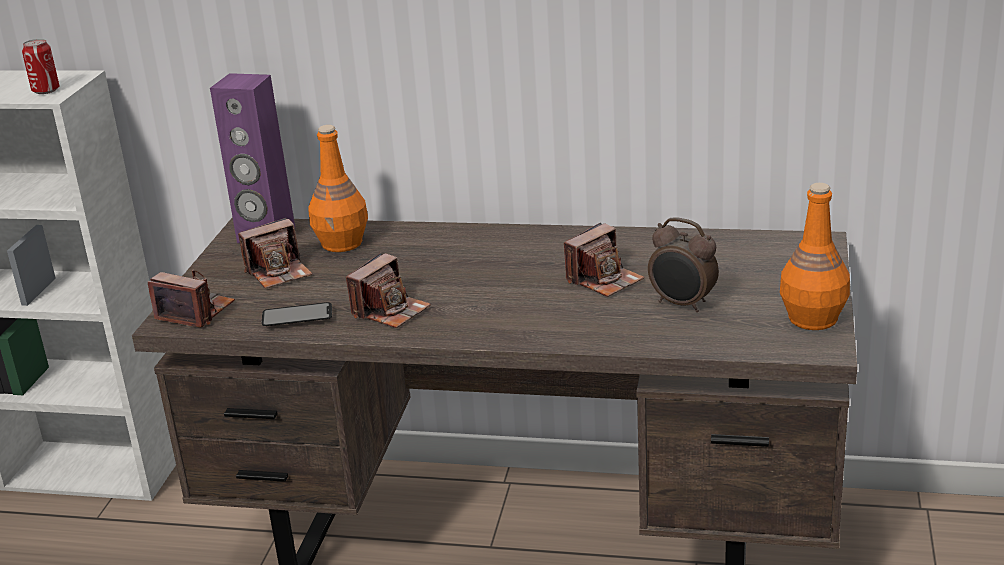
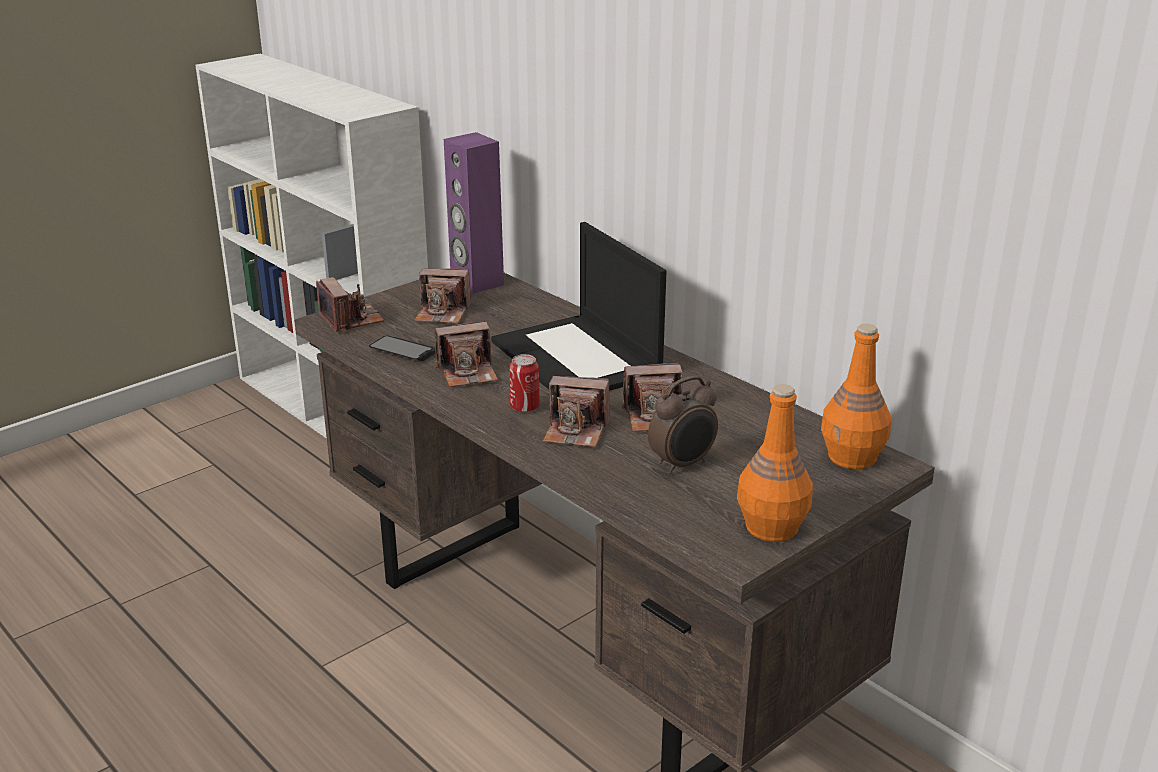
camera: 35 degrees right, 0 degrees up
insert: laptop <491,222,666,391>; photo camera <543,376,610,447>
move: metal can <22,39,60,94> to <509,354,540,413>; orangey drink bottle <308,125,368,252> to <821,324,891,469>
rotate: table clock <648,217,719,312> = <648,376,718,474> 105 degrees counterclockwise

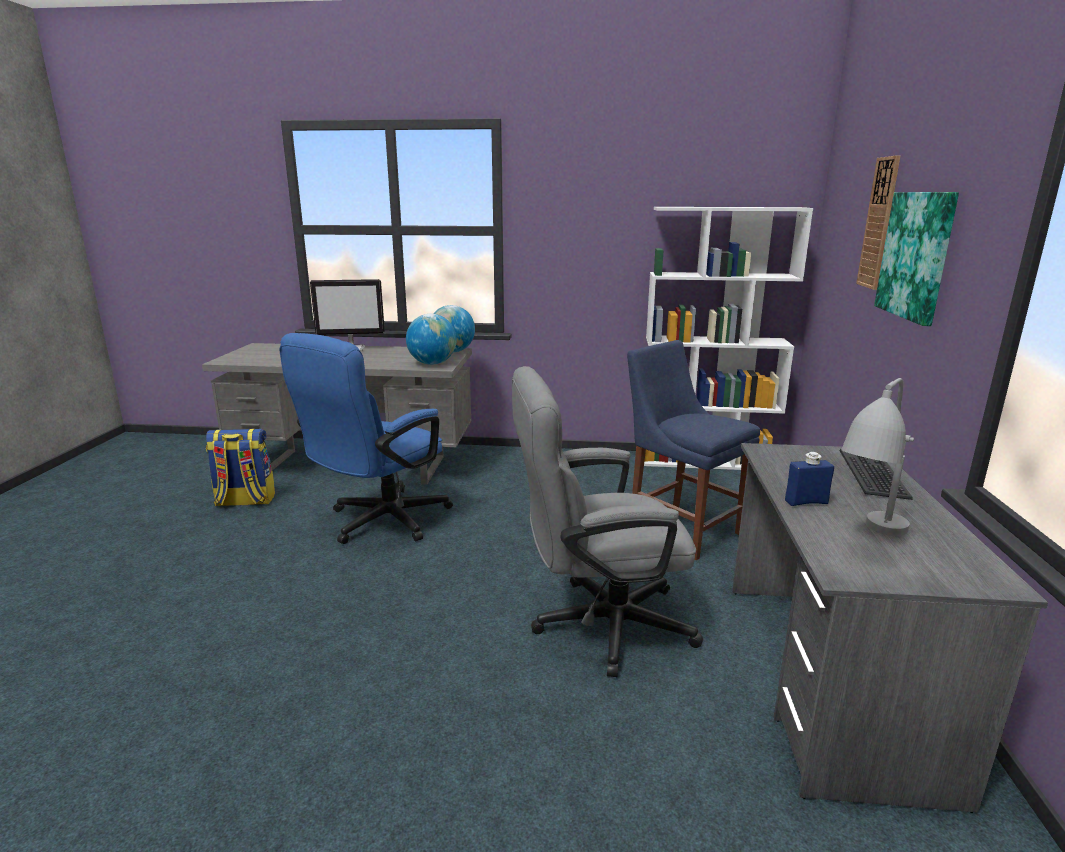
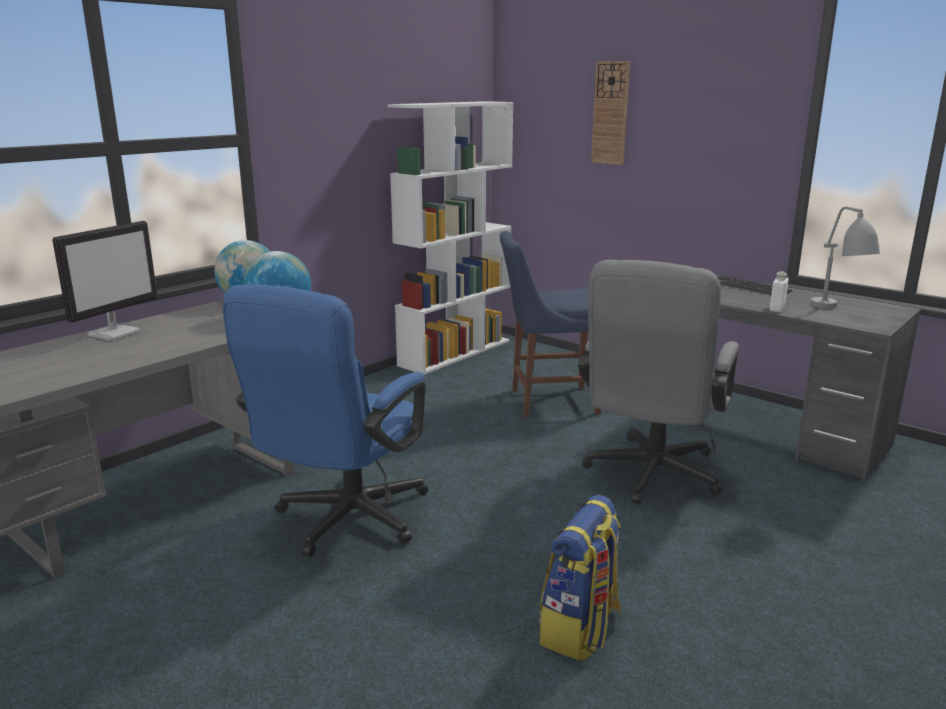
camera: 55 degrees left, 0 degrees up
delete: wall picture <874,192,959,326>
move: backpack <206,429,275,506> to <539,495,622,661>
recolor: blue-coloured drink bottle <785,452,834,506> to whitish drink bottle <770,271,789,312>
rotate: blue-coloured desk chair <280,333,453,544> = <223,284,429,557> 45 degrees clockwise

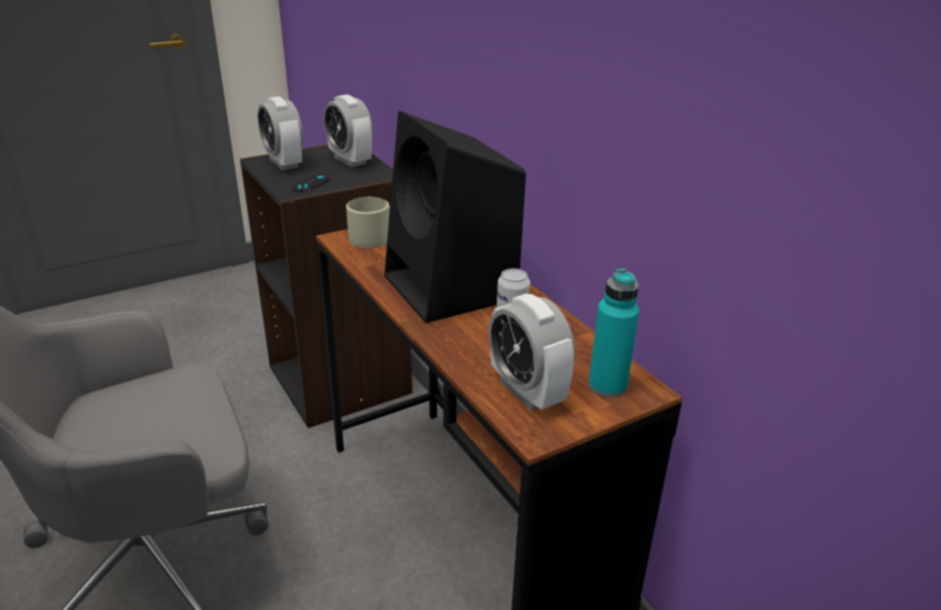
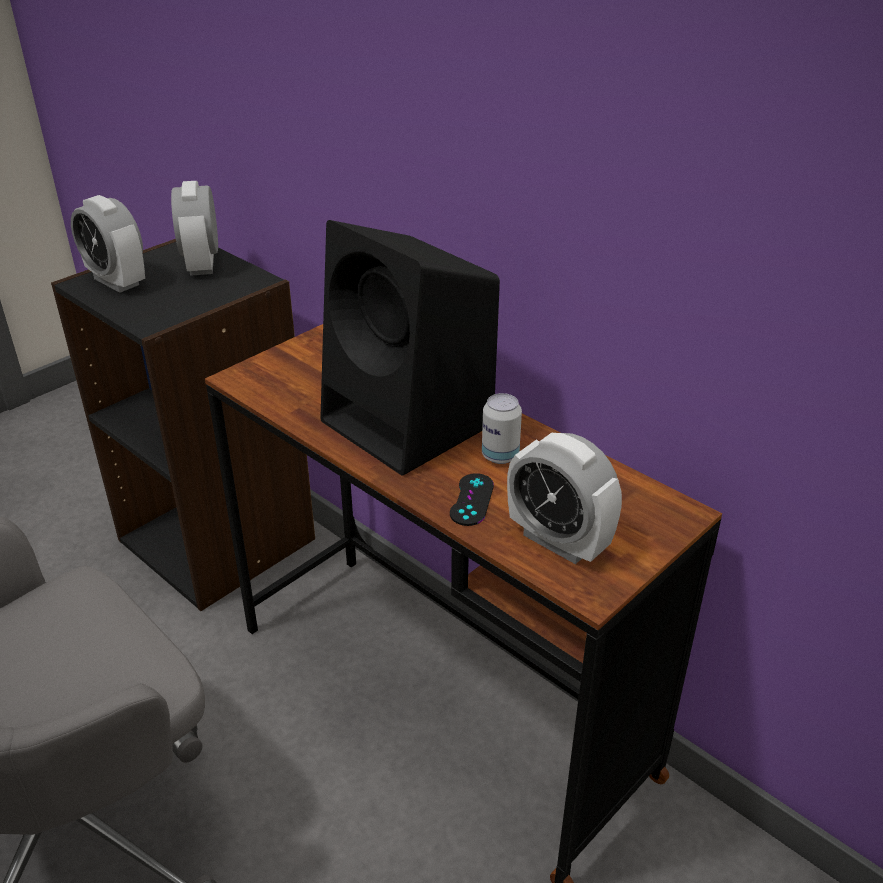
camera: 15 degrees left, 5 degrees up
delete: beige coffee mug <346,197,390,248>; blue-green drink bottle <589,269,639,398>
move: black game controller <292,174,331,192> to <450,473,494,526>
rotate: table clock <323,94,373,167> = <171,181,218,276> 45 degrees clockwise

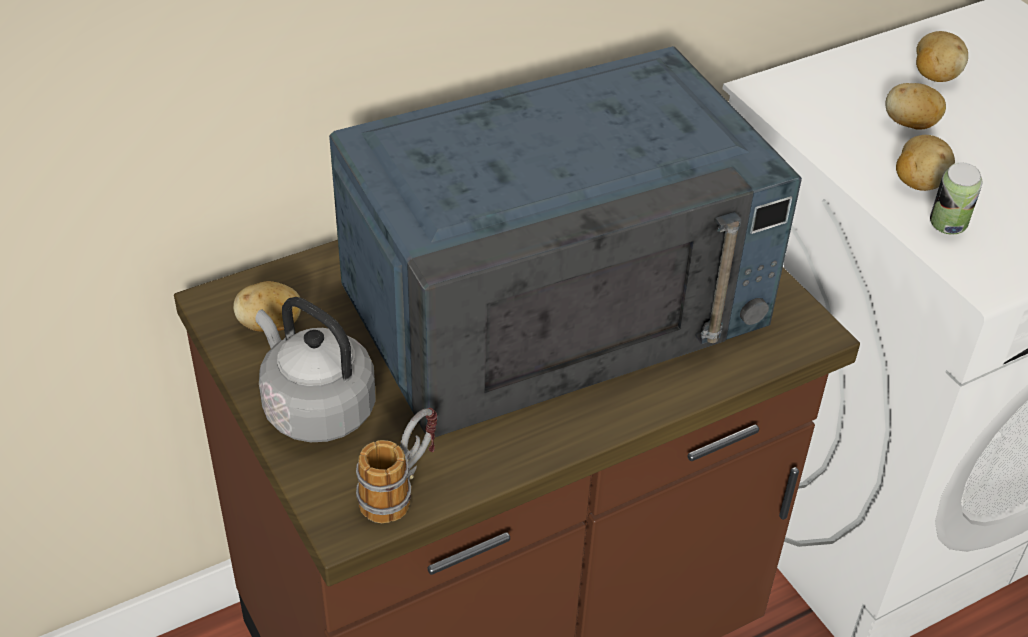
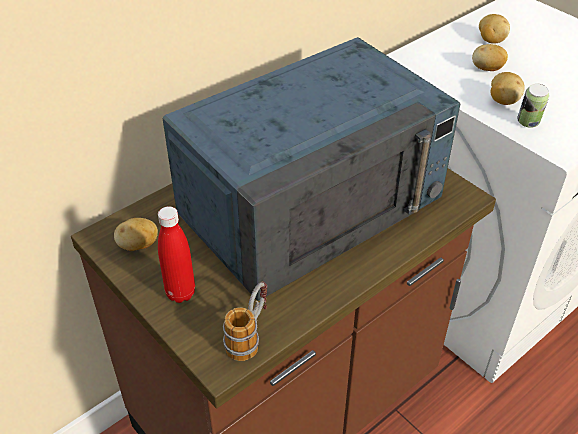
camera: 10 degrees left, 0 degrees up
replace: grey water kettle <255,297,376,442> to red drink bottle <158,206,195,303>

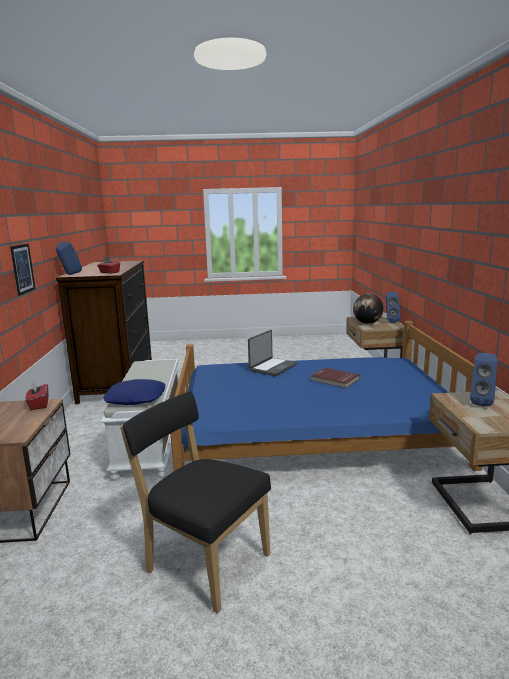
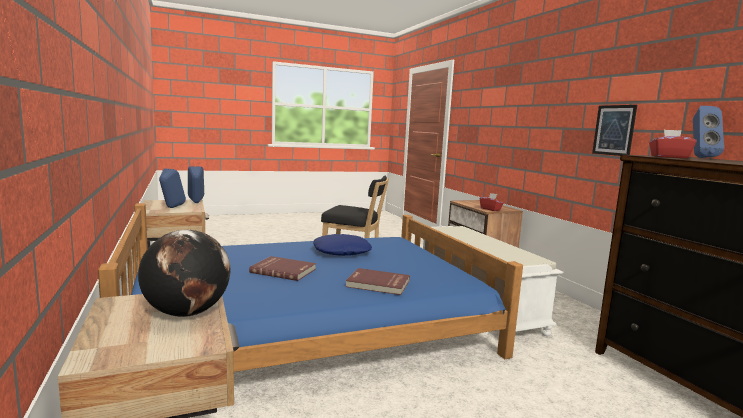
camera: 160 degrees right, 5 degrees down
move: blue-coloured pillow <103,379,165,405> to <313,234,372,256>; blue-coloured loudspeaker <386,292,400,323> to <188,166,204,203>
replace: laptop <248,330,297,376> to red book <345,268,410,295>

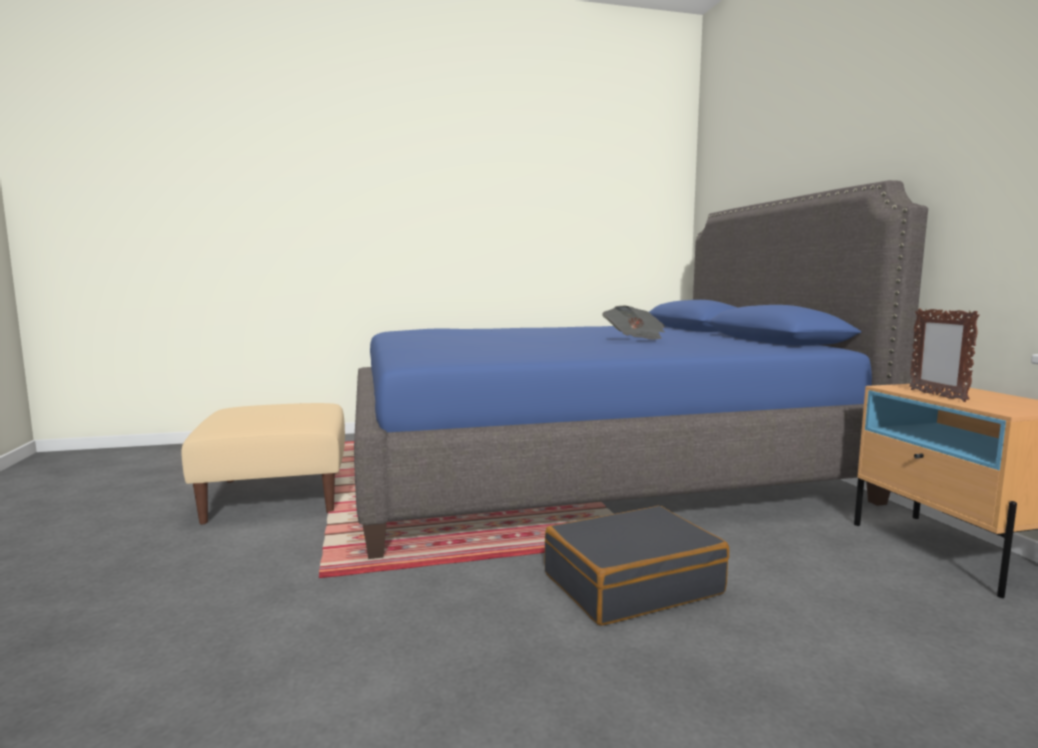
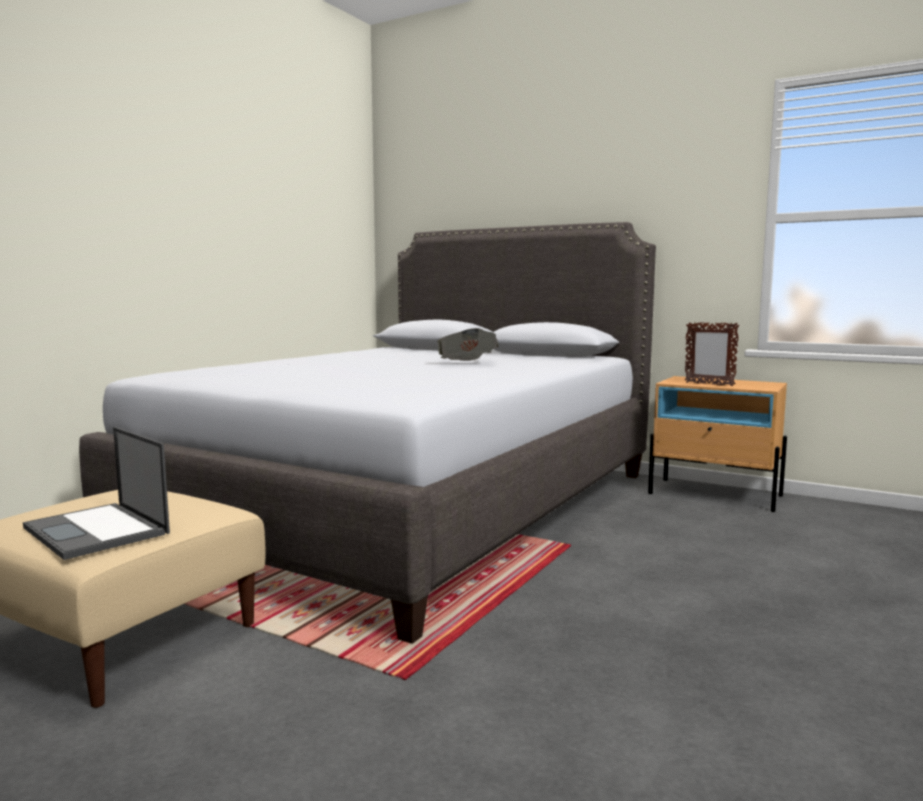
camera: 45 degrees left, 0 degrees up
delete: black piece of luggage <544,506,729,626>
insert: laptop <23,427,170,560>
recolor: blue-coloured bed <354,180,928,559> to grey bed <79,222,656,644>

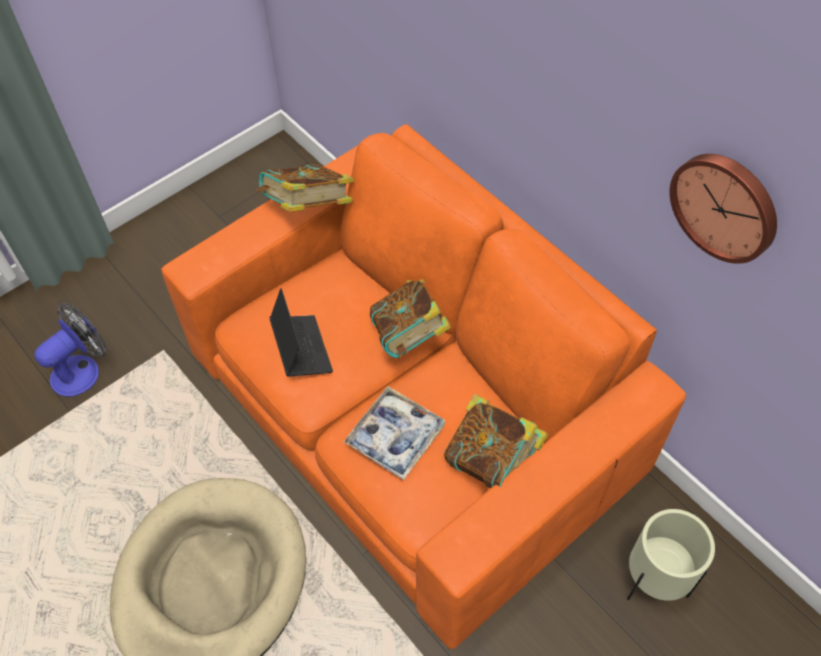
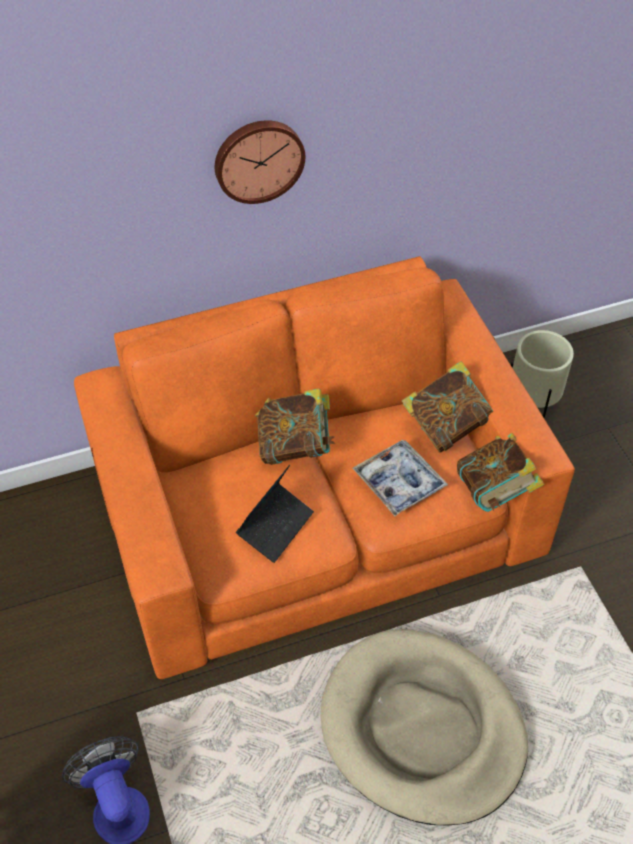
camera: 70 degrees left, 5 degrees down
move: book <256,164,354,212> to <457,433,544,512>; hanging clock <669,154,777,264> to <215,120,305,204>
rotate: laptop <269,288,333,377> = <236,465,314,563> 120 degrees clockwise

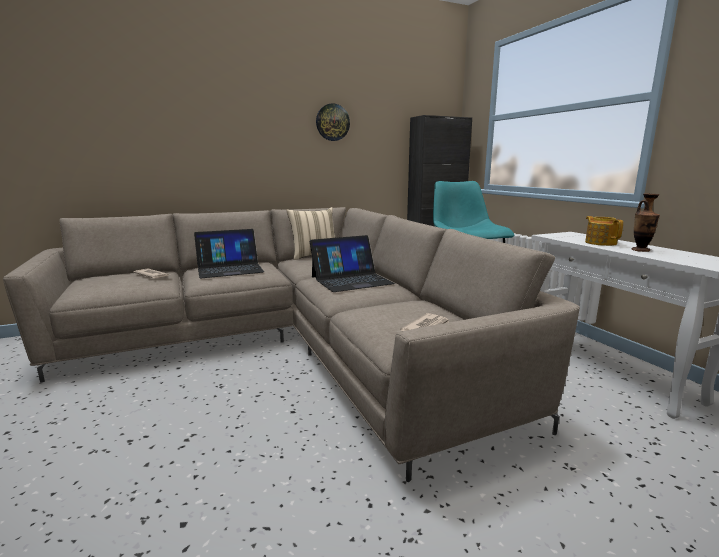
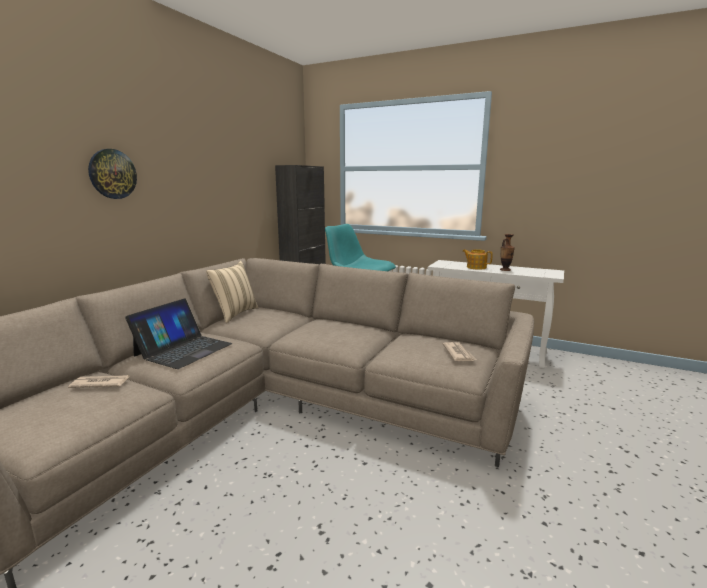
camera: 40 degrees left, 0 degrees up
delete: laptop <310,235,395,292>
move: hanging clock <316,103,350,141> to <88,149,137,199>

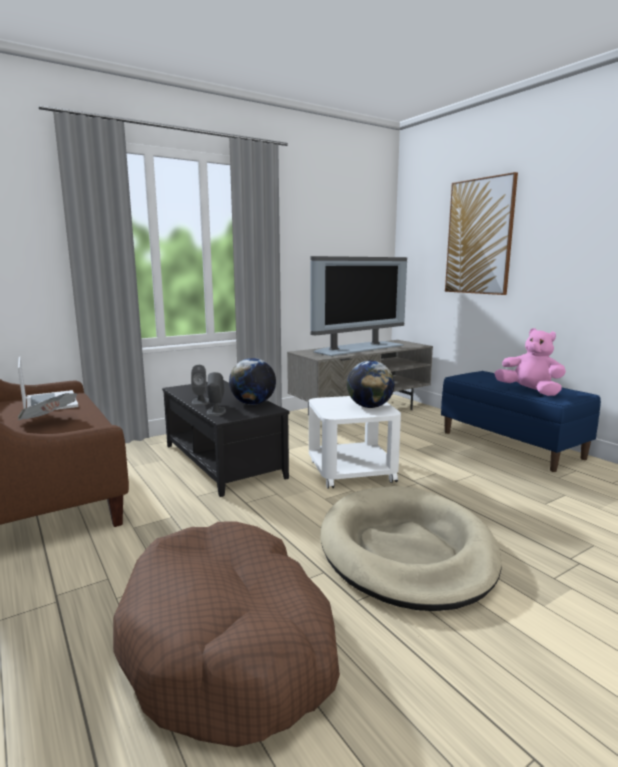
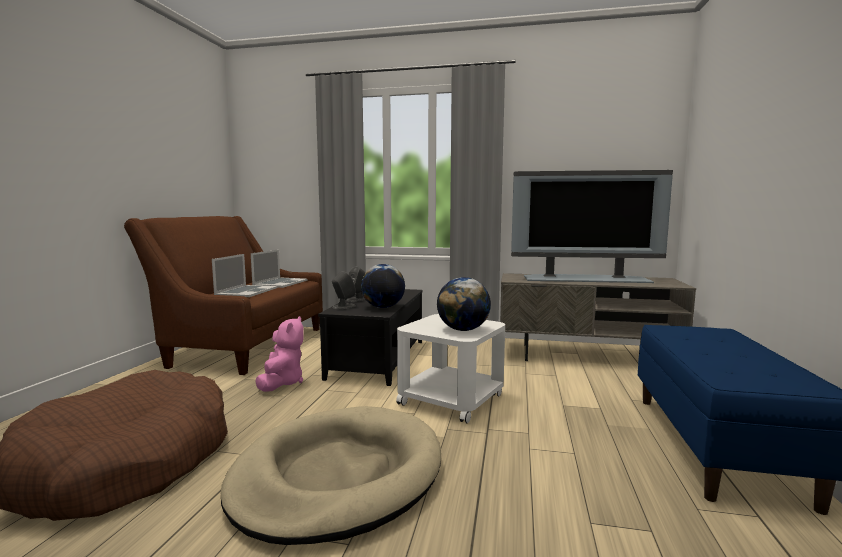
camera: 45 degrees right, 5 degrees down
delete: wall picture <445,172,518,295>
move: pink-coloured soft toy <494,328,566,396> to <255,316,303,392>
replace: daily paper <18,393,77,420> to laptop <212,254,277,297>

